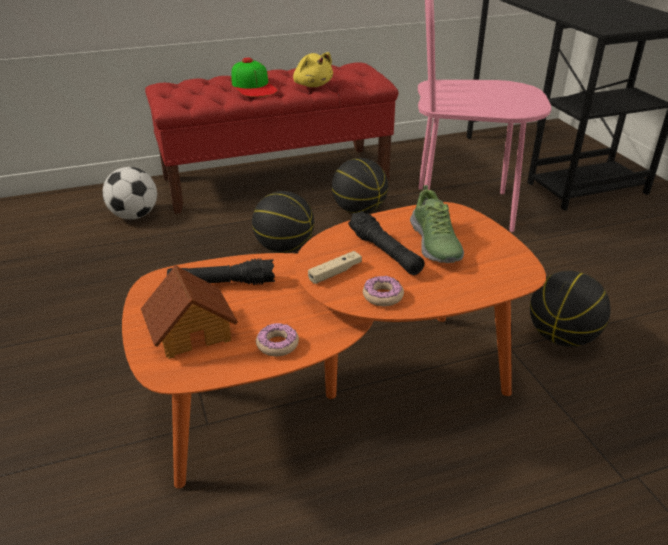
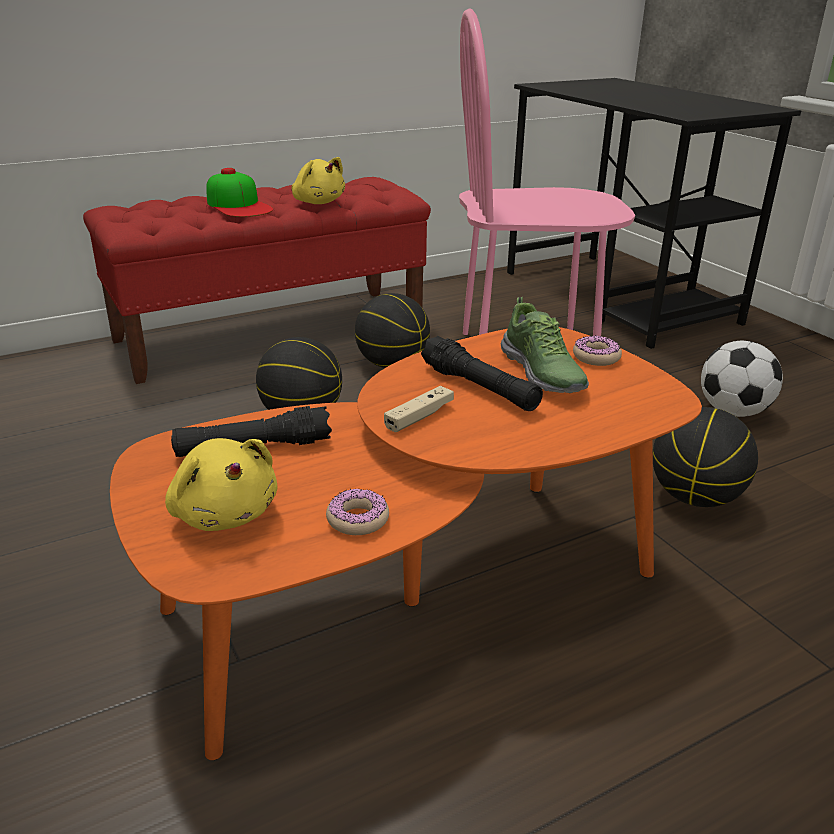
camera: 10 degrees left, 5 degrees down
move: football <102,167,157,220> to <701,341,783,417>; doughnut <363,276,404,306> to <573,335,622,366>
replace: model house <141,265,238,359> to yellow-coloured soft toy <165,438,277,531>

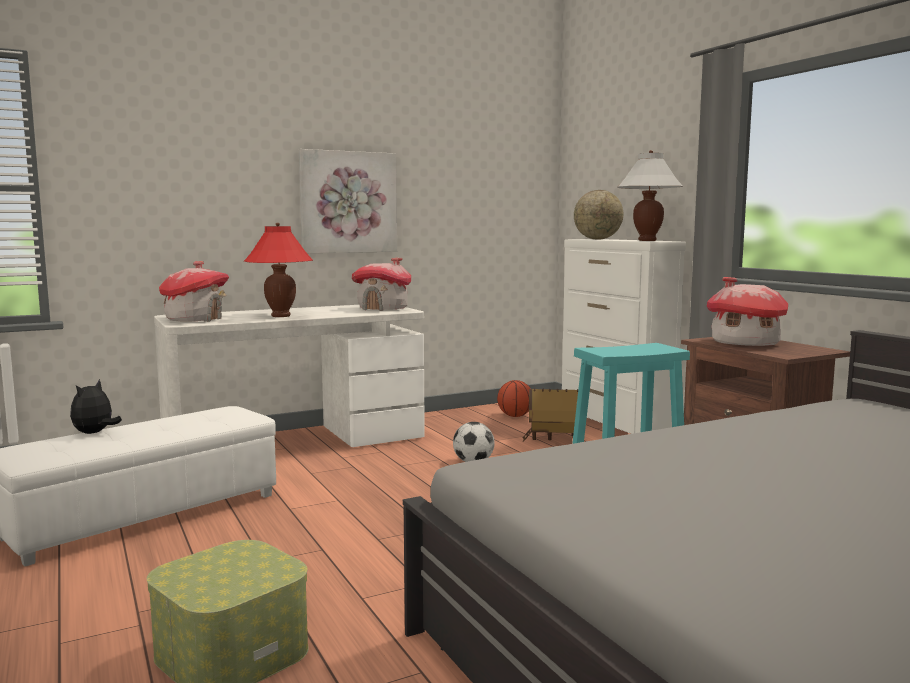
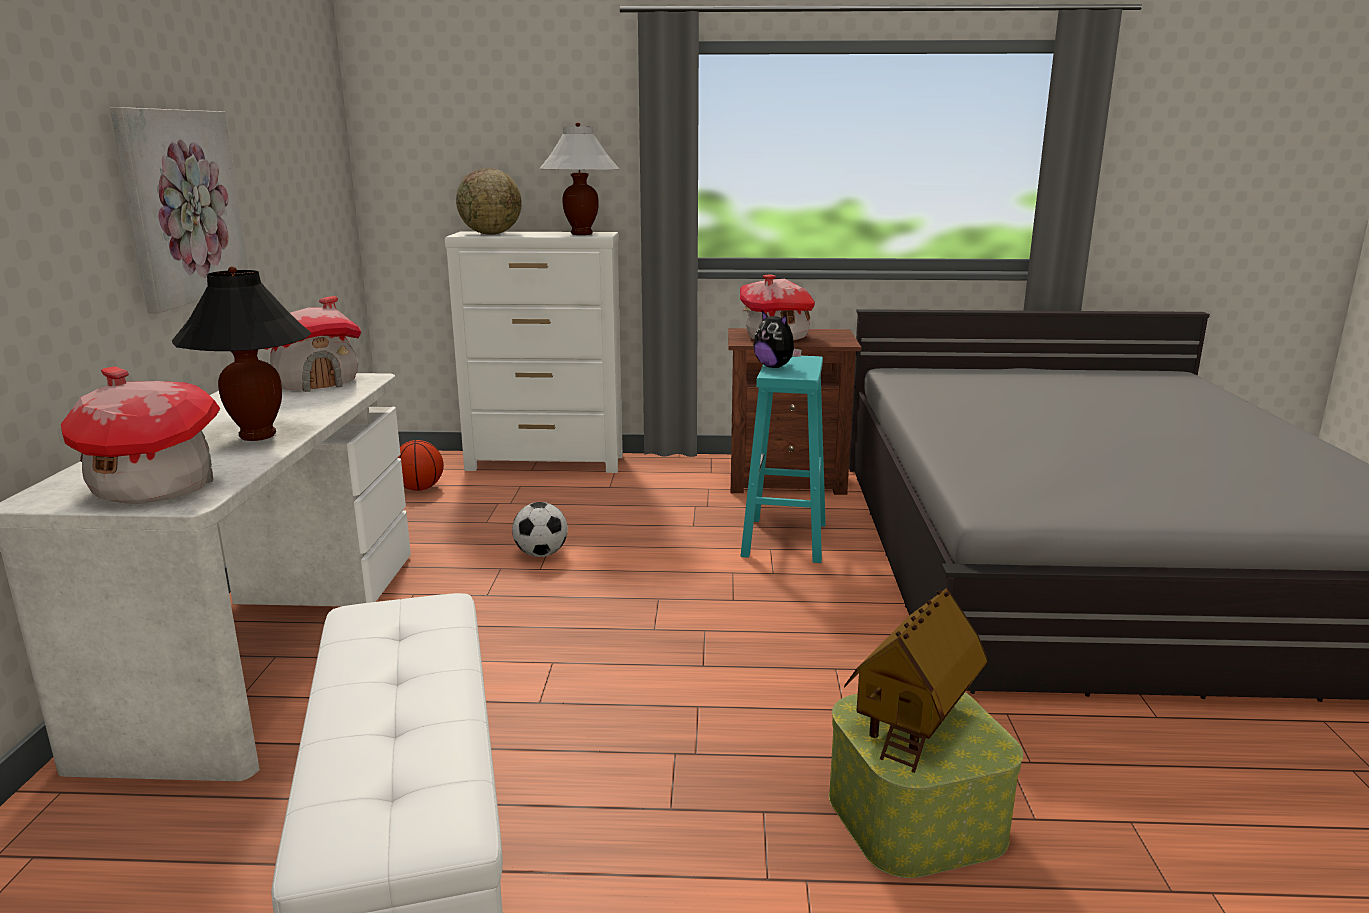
camera: 60 degrees left, 10 degrees up
move: soft toy <70,379,122,434> to <753,310,802,368>; model house <522,388,578,442> to <844,588,988,773>
recolor: red tabletop lamp <244,223,313,317> to black tabletop lamp <172,266,312,441>

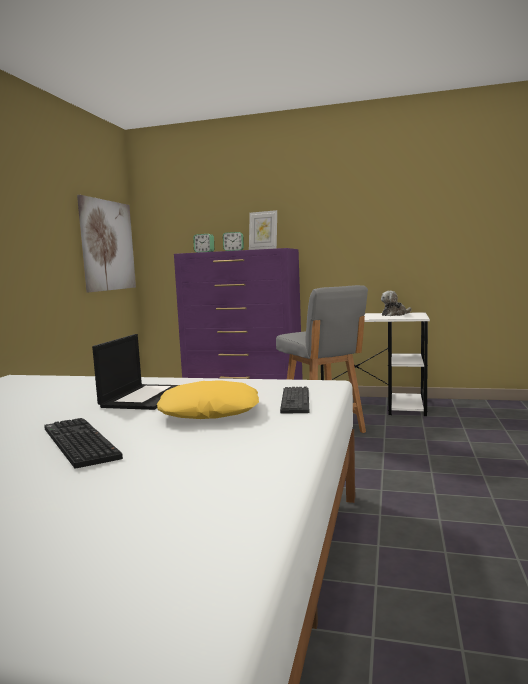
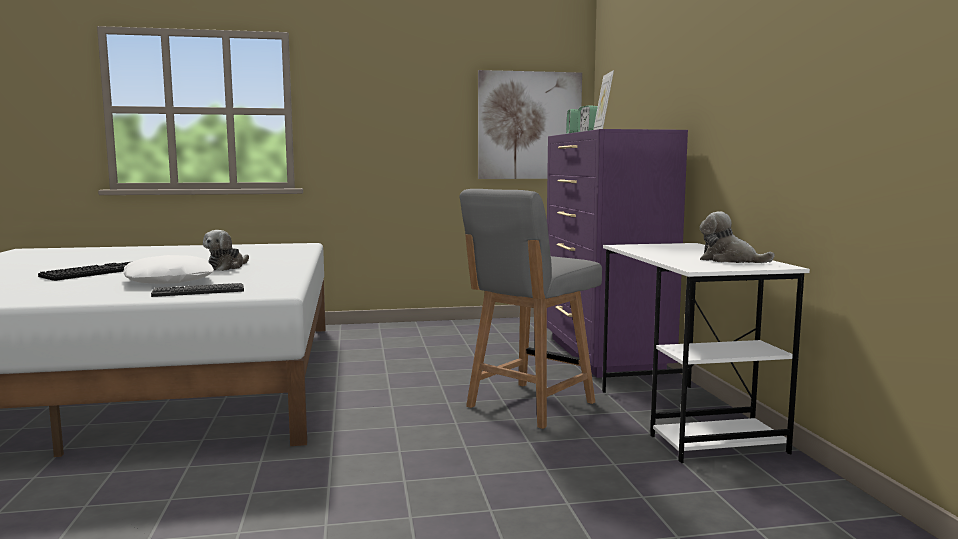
camera: 65 degrees right, 0 degrees up
replace: laptop <92,334,178,410> to soft toy <203,230,249,271>
recolor: yellow-coloured pillow <157,380,259,419> to whitish pillow <123,255,214,284>

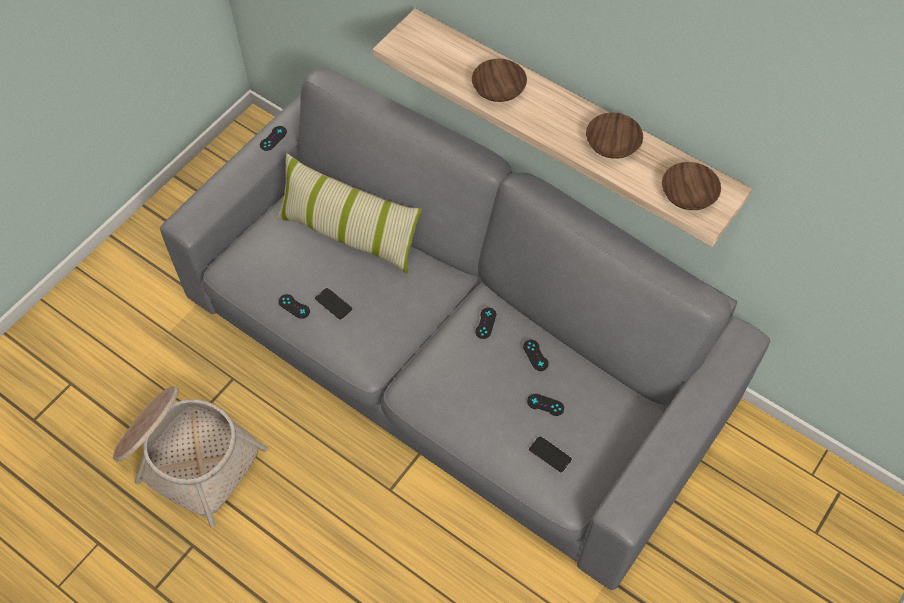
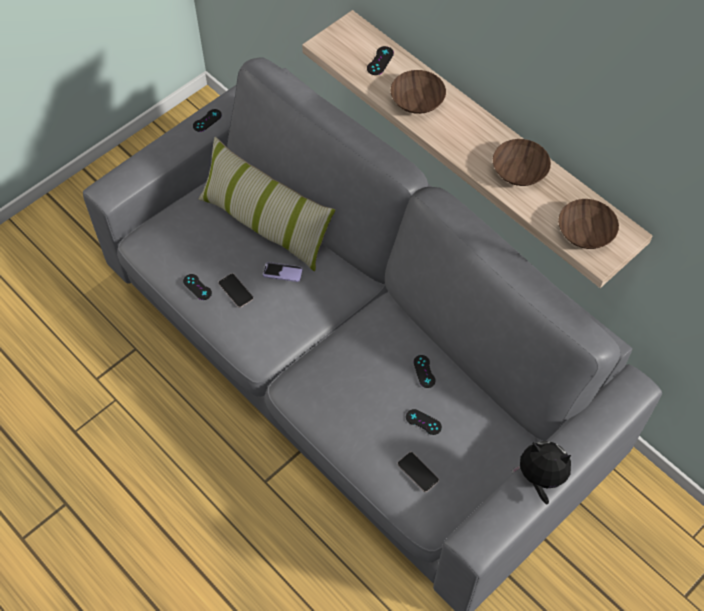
camera: 10 degrees right, 0 degrees up
delete: storage basket <113,386,268,527>
insert: phone <263,262,303,282>; soft toy <512,441,571,505>
move: black game controller <475,307,496,339> to <367,46,394,75>

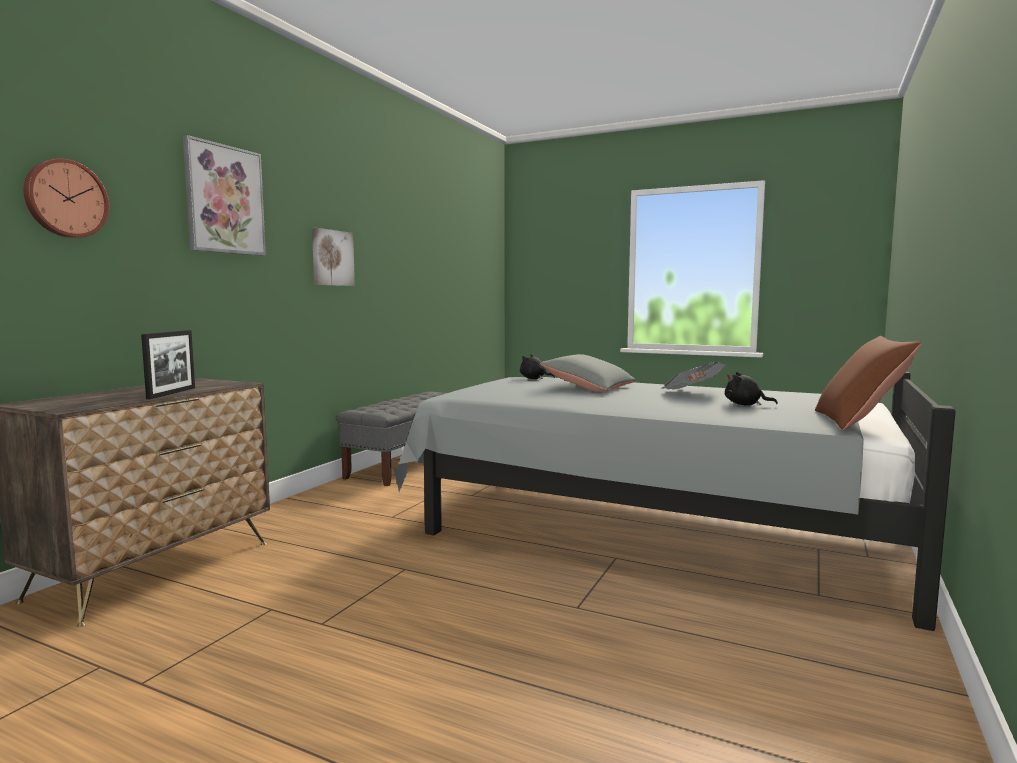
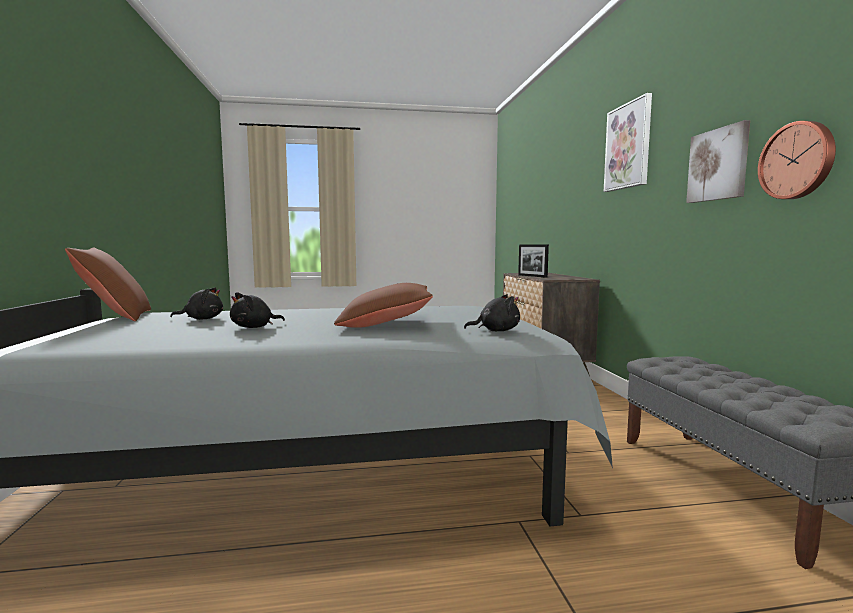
camera: 145 degrees right, 0 degrees up
move: hanging clock <23,159,109,238> to <758,121,836,199>
replace: daily paper <662,361,725,390> to black soft toy <230,292,285,328>
recolor: grey pillow <540,354,636,392> to brown-coloured pillow <334,283,433,328>

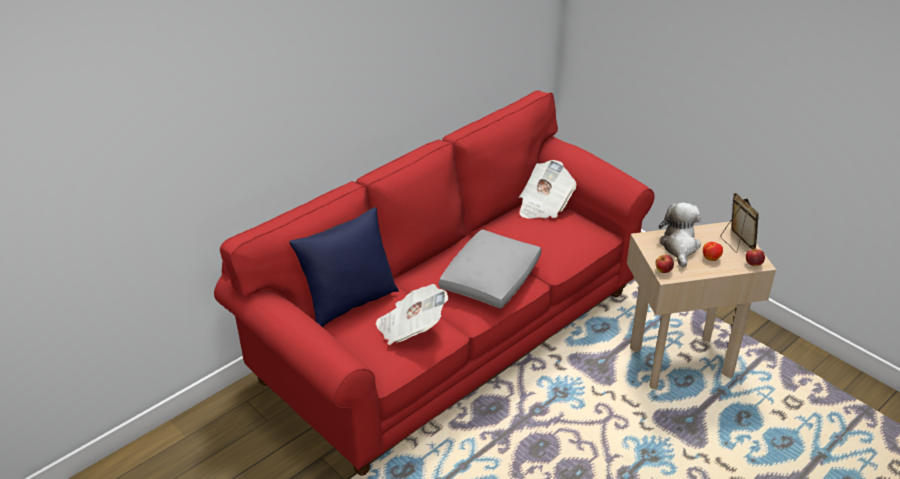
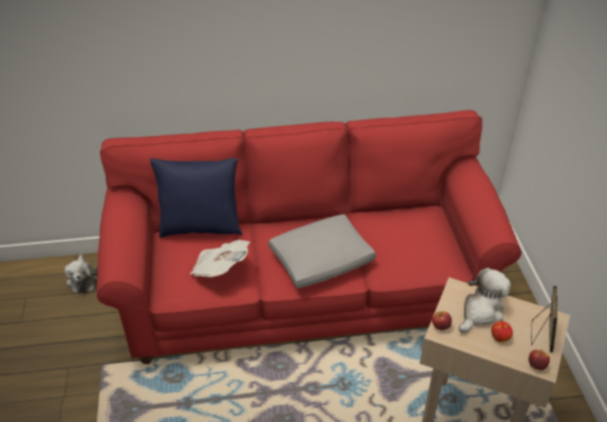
camera: 35 degrees right, 5 degrees up
delete: daily paper <518,160,576,219>
insert: soft toy <64,255,98,294>

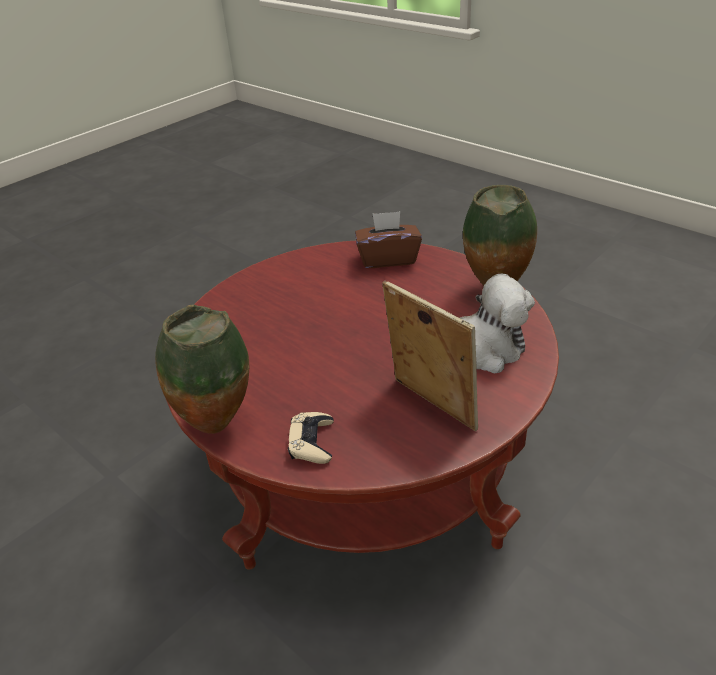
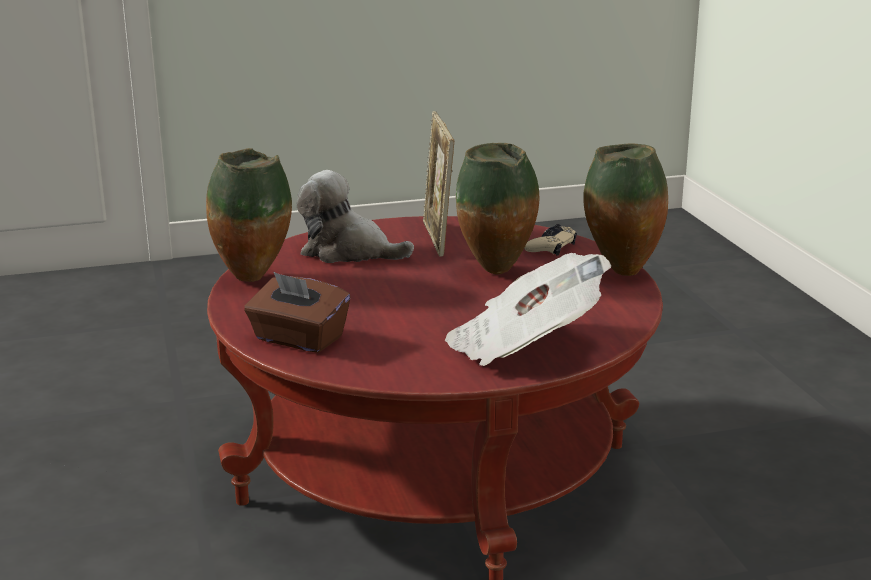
camera: 150 degrees left, 15 degrees down
insert: daily paper <445,253,611,366>; decorative vase <456,143,540,274>

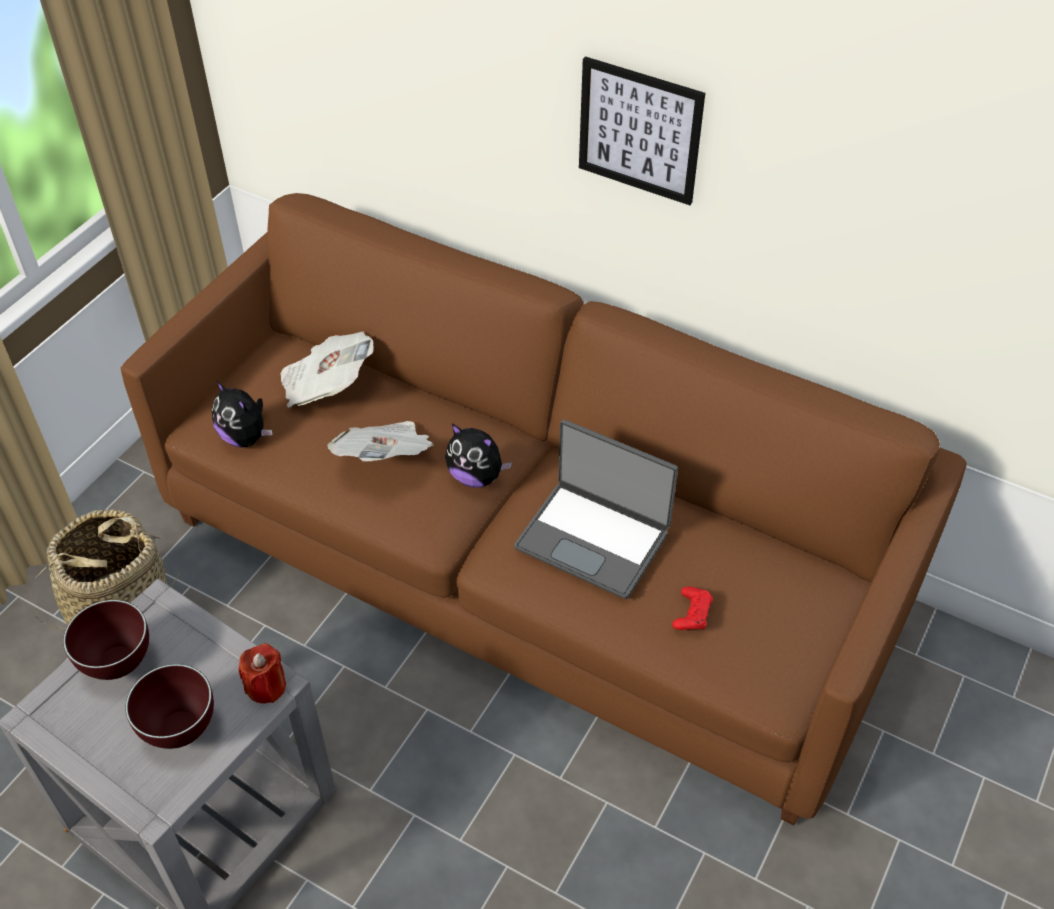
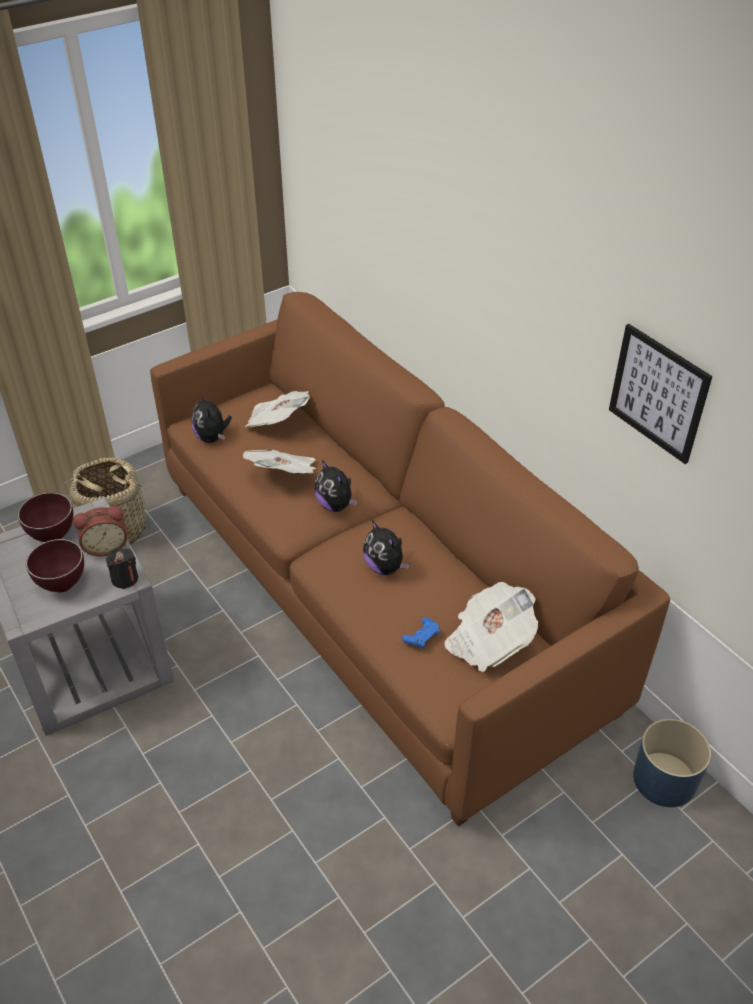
camera: 25 degrees right, 5 degrees down
insert: table clock <73,506,127,556>; daily paper <445,582,538,672>; blue-coloured flower pot <633,719,711,807>
move: wall picture <579,56,705,205> to <609,324,713,464>
replace: laptop <514,419,678,599> to soft toy <363,520,409,575>
recolor: red wax candle <238,643,286,703> to black wax candle <106,548,138,589>; red game controller <672,587,713,630> to blue-coloured game controller <402,617,440,649>

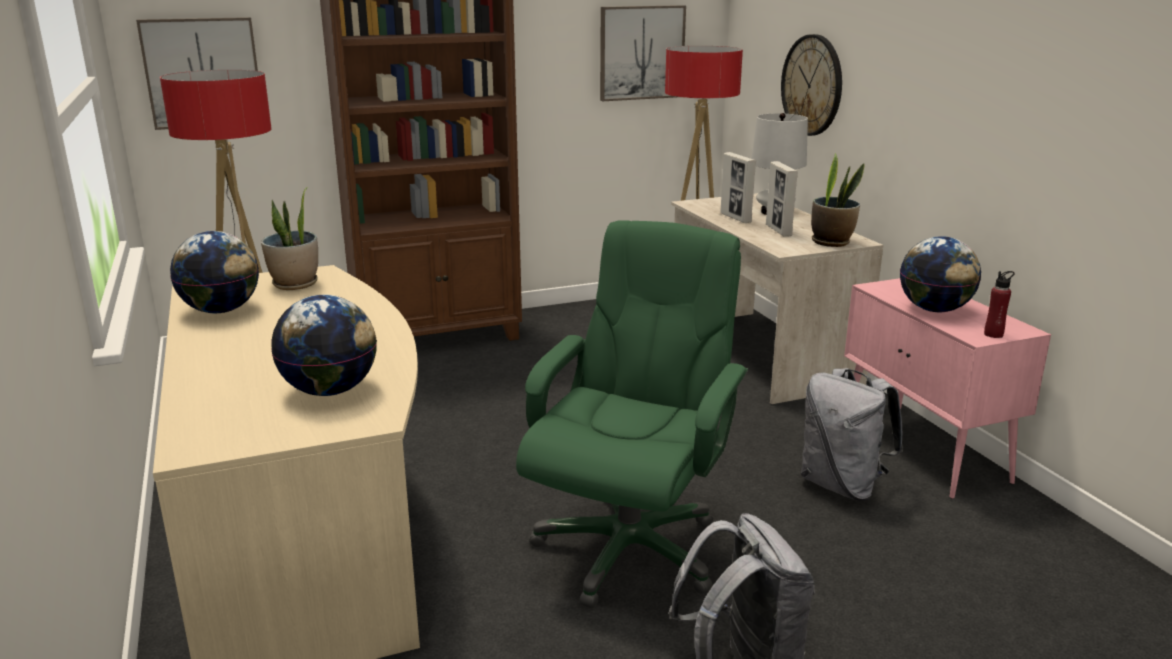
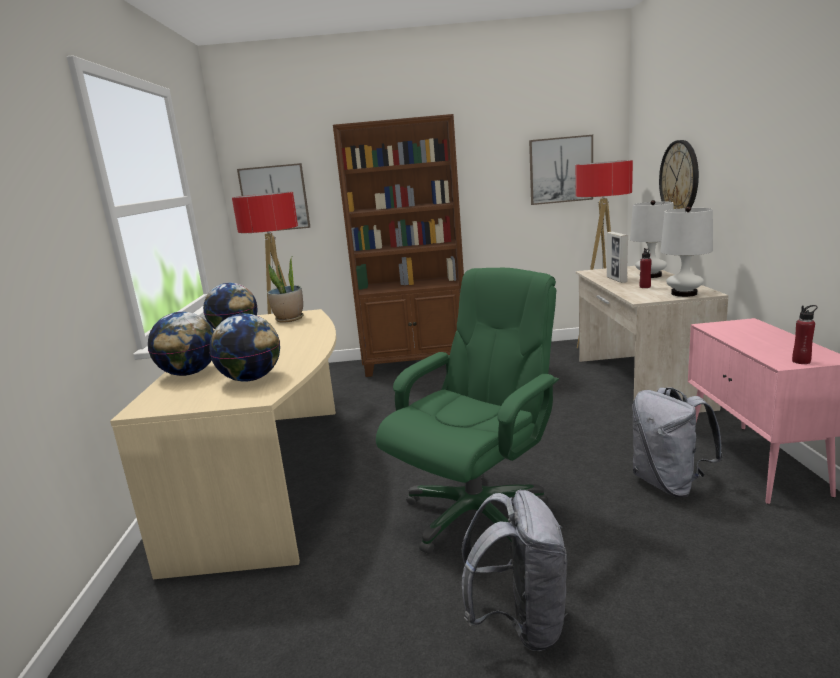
camera: 20 degrees right, 5 degrees down
move: world globe <900,236,981,312> to <148,312,214,376>
replace: picture frame <766,161,798,237> to red drink bottle <640,248,652,288>; houseplant <811,153,865,247> to whitish tabletop lamp <660,206,713,297>

